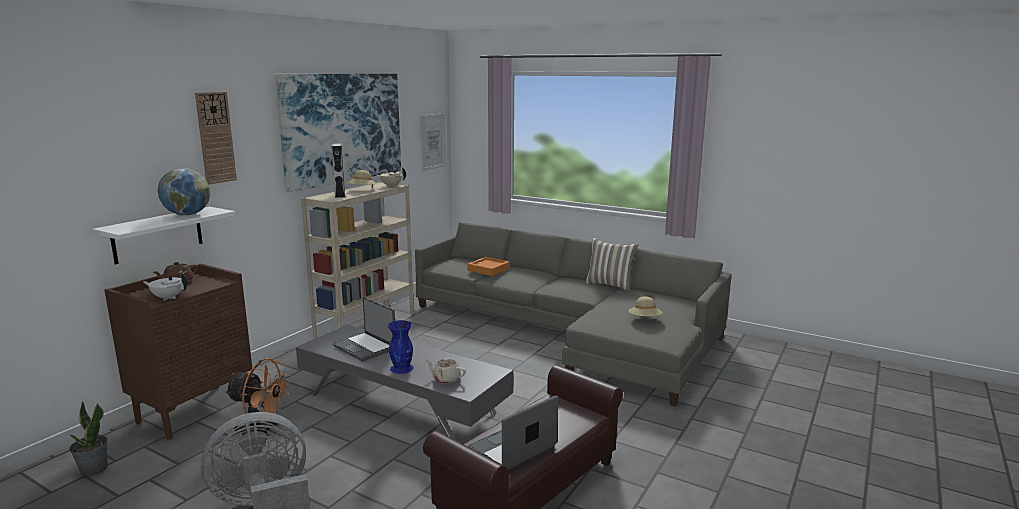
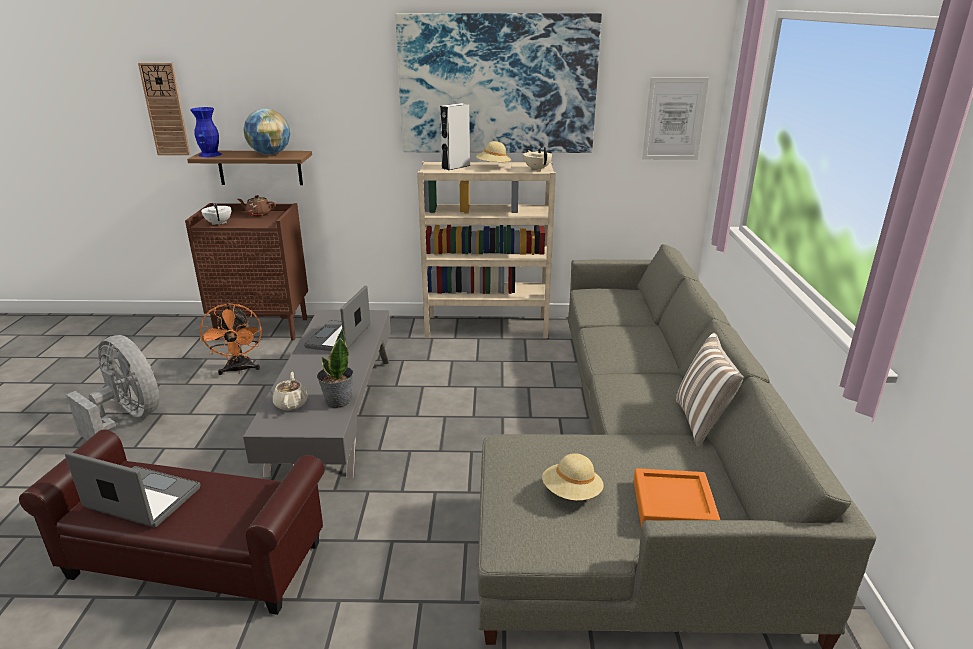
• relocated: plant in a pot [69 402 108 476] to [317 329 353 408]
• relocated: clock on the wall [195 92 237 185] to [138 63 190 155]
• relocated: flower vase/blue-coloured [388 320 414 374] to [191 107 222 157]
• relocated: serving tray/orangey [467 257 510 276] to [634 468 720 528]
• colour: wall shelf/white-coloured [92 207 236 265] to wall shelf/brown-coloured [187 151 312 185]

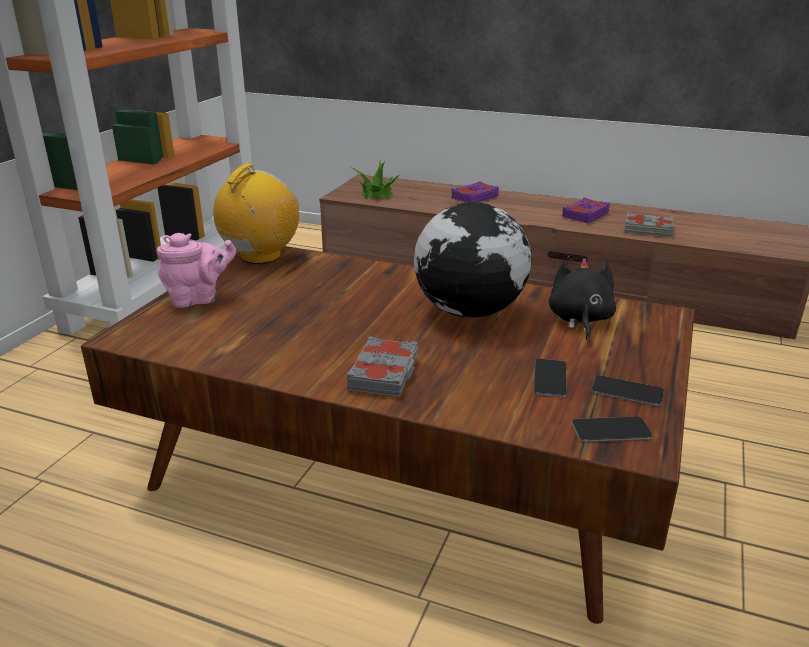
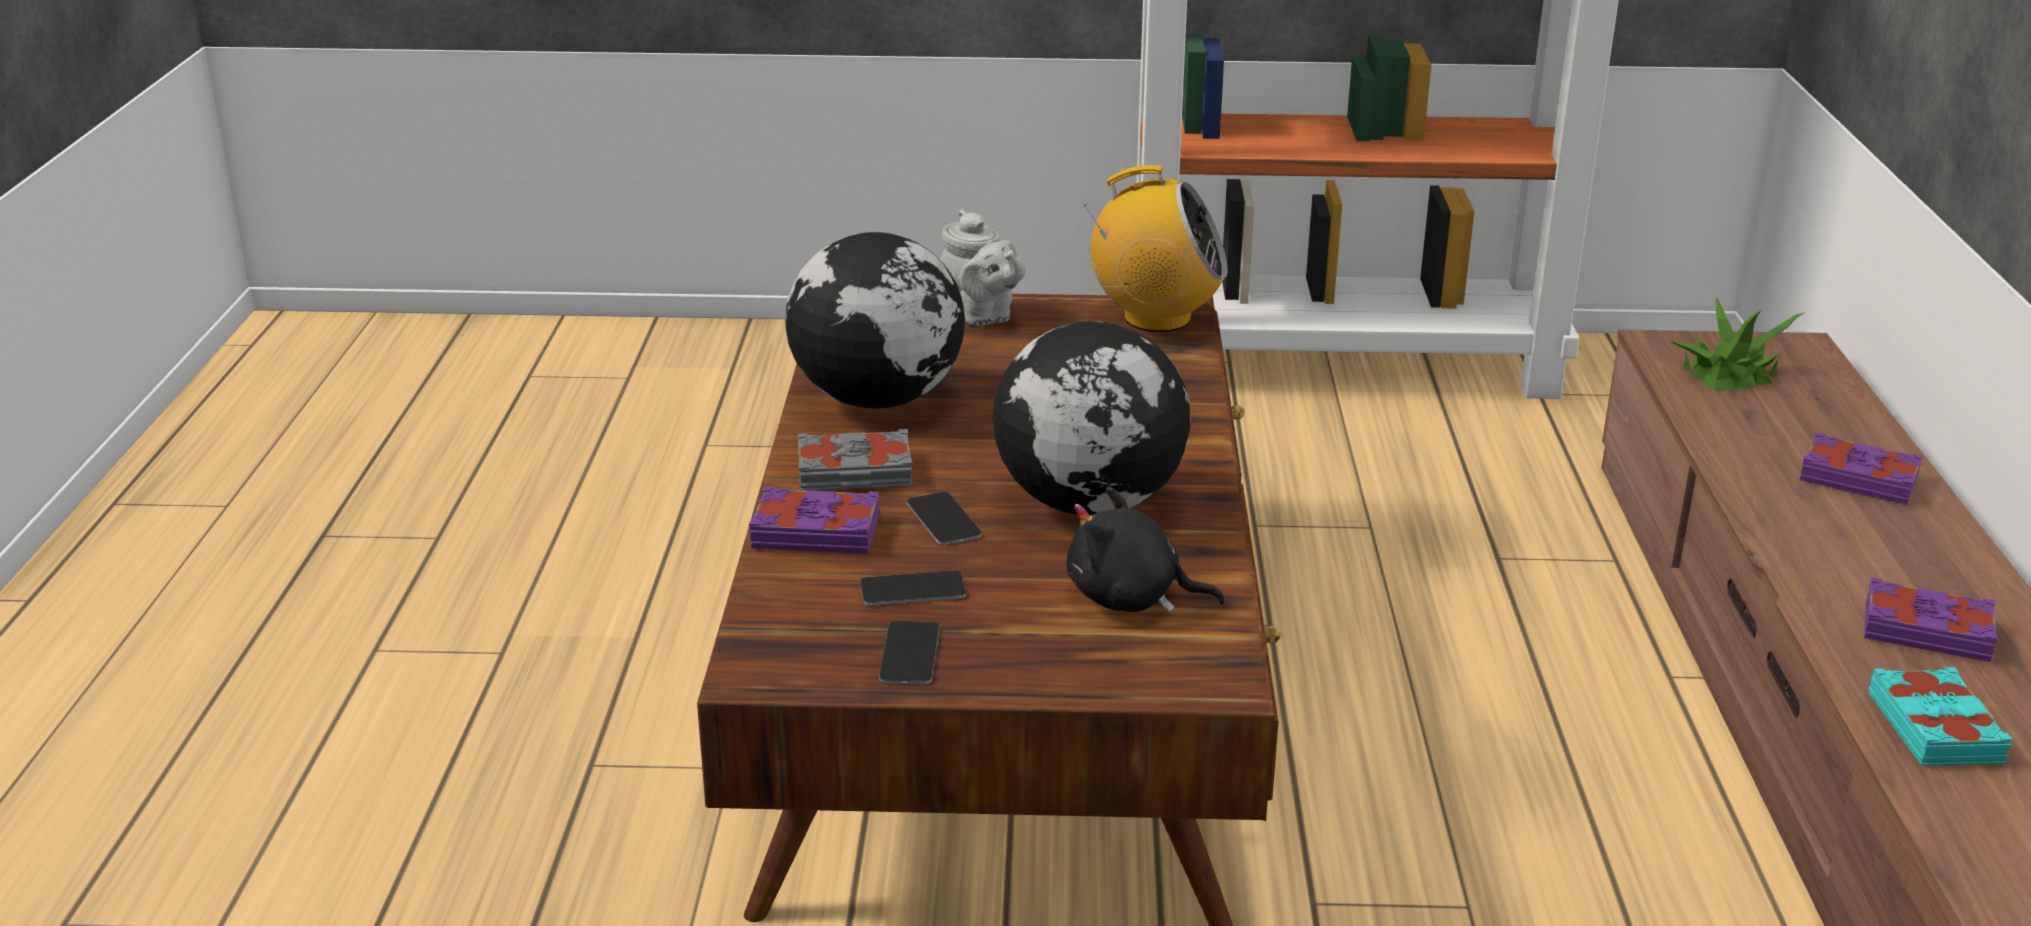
• appeared: book/purplish [749 486 879 554]
• appeared: world globe [785 232 965 409]
• relocated: handset [572 417 652 442] to [907 492 982 545]
• colour: tea pot/pinkish [157 233 236 308] to tea pot/gray [940 210 1026 326]
• colour: book/gray [625 212 674 237] to book/turquoise-coloured [1869 667 2013 765]
• spun: cuddly toy/black [549 258 616 340] = [1066 486 1225 613] 150 degrees counterclockwise

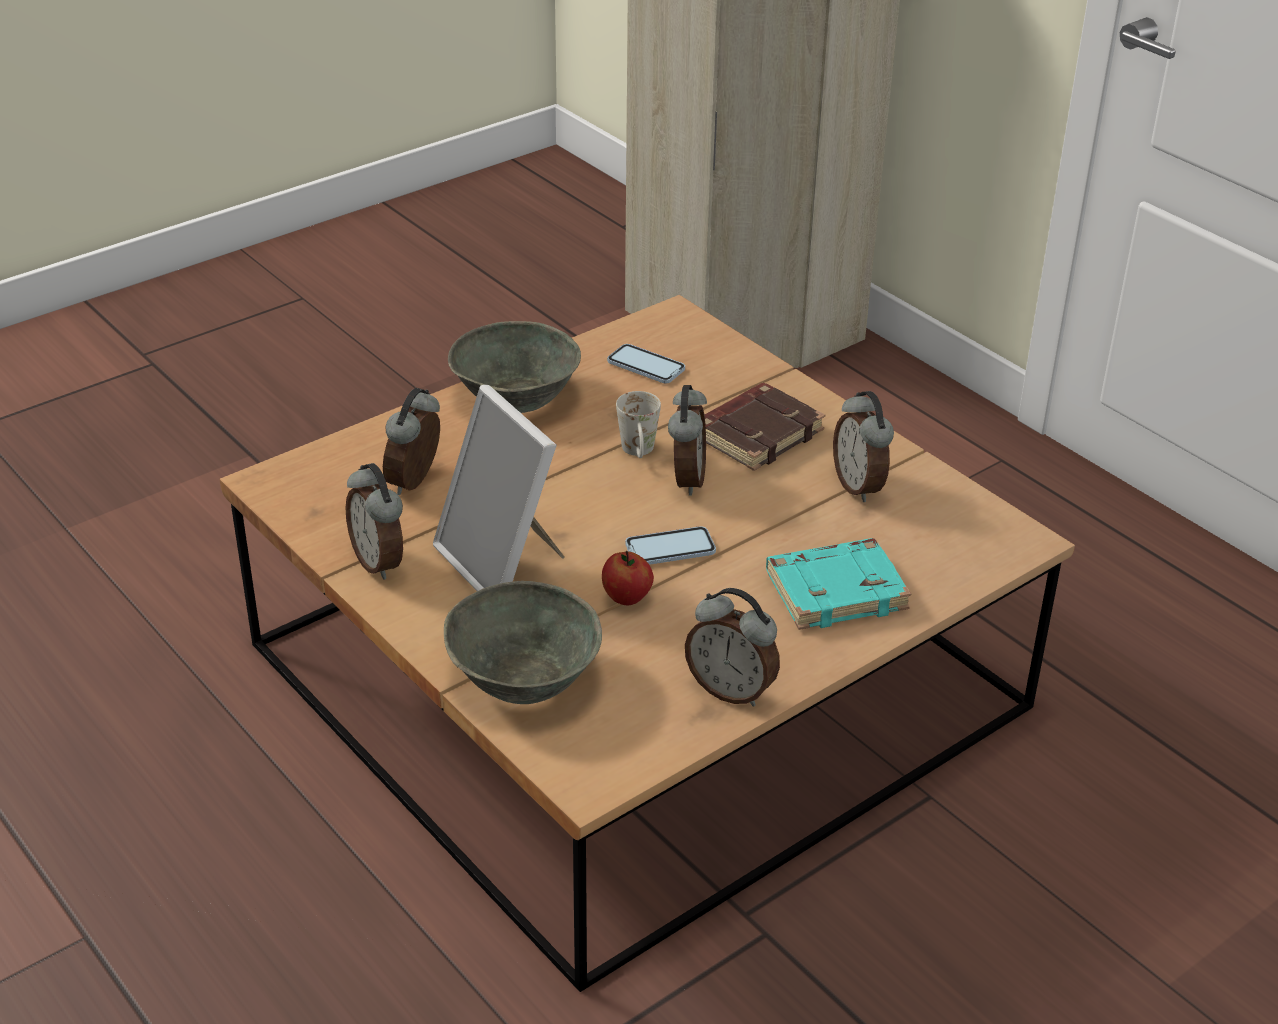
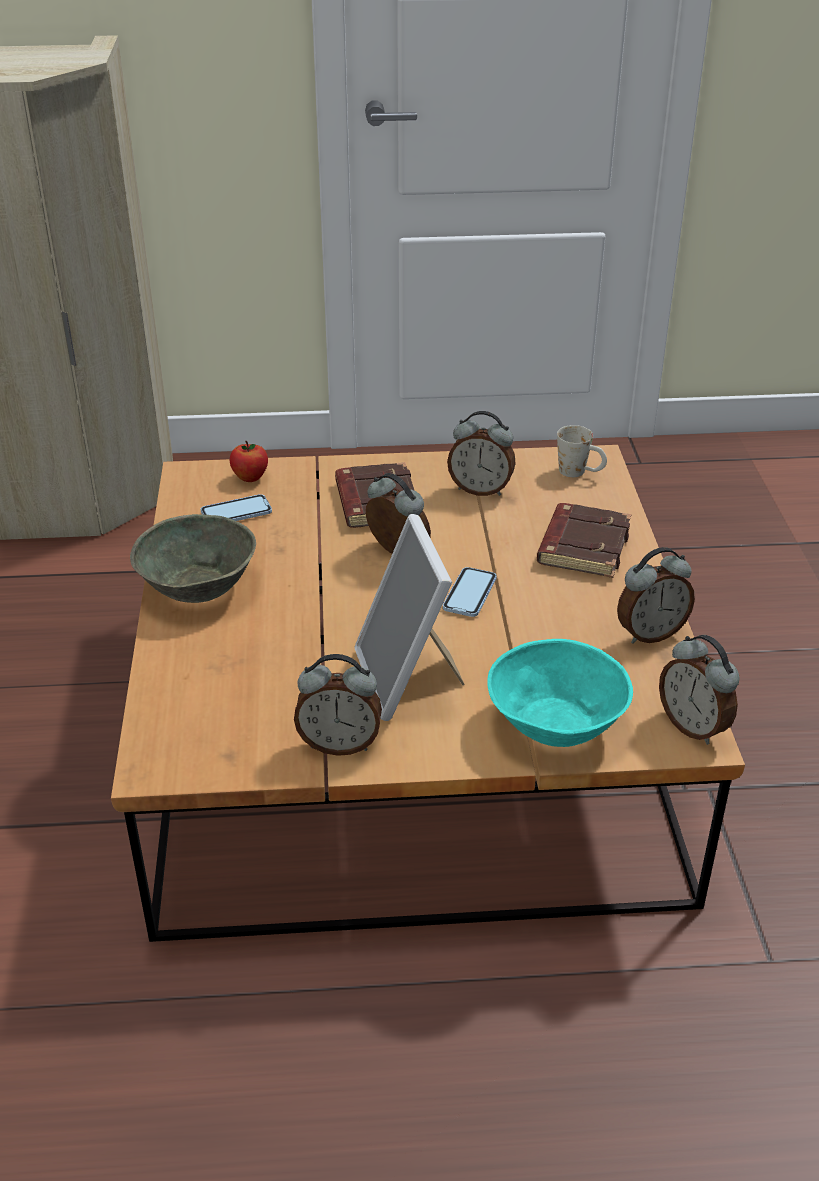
• relocated: table clock [383 388 440 495] to [659 635 740 745]
• relocated: apple fruit [602 551 654 605] to [230 441 268 482]
• relocated: mug/white-coloured [616 391 661 458] to [557 425 607 477]
• colour: bowl/gray [444 581 602 704] to bowl/turquoise-coloured [487 639 633 747]
• colour: book/turquoise-coloured [766 538 911 630] to book/brown-coloured [537 503 631 578]
• spun: picture frame [433 385 565 591] = [354 514 465 721] 75 degrees clockwise

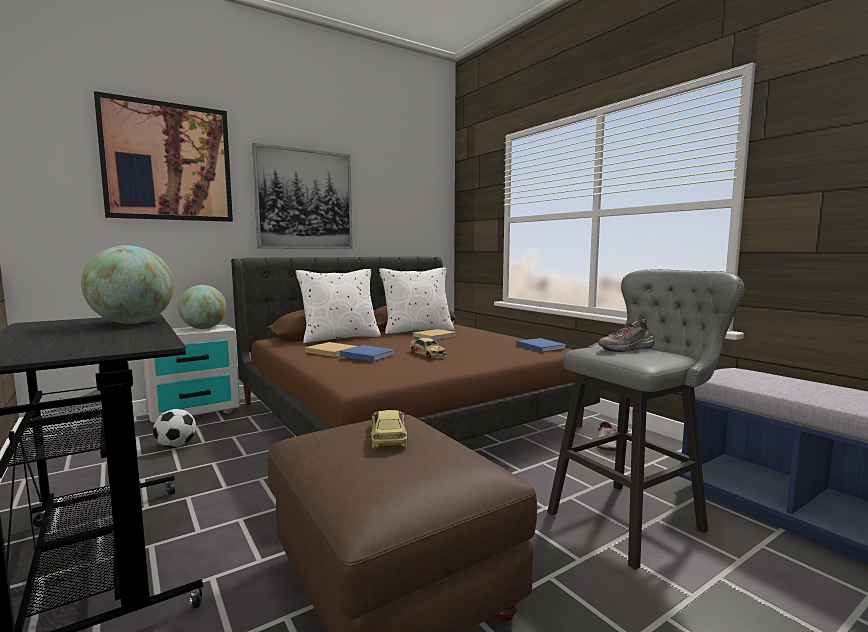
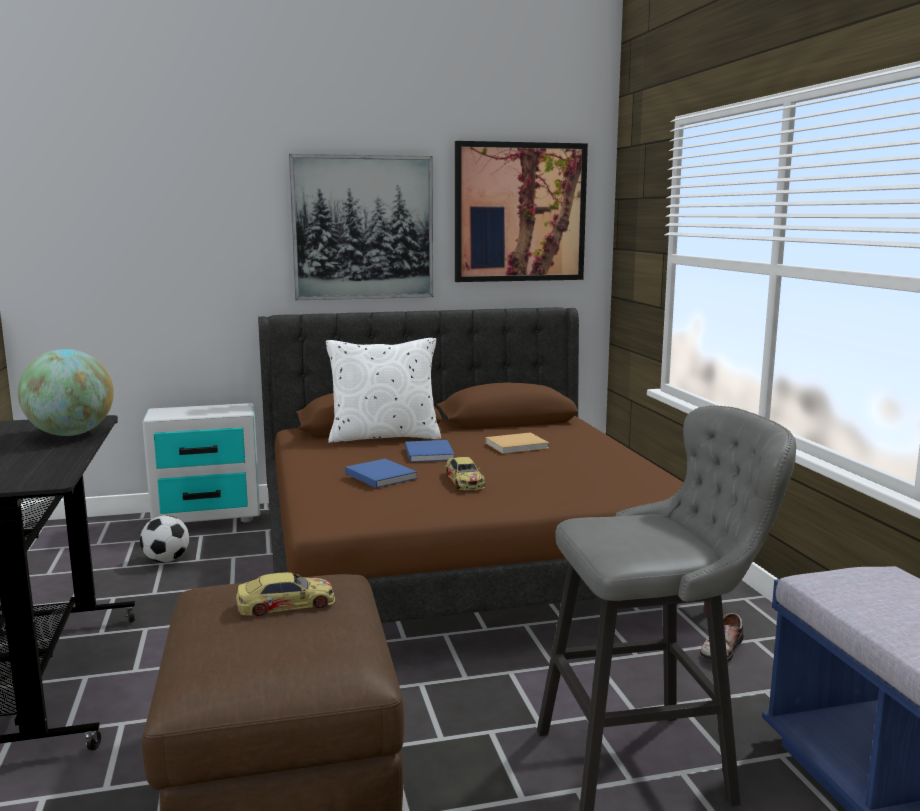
• missing: world globe [178 285 227 329]
• missing: book/sand-coloured [305 342 358 357]
• missing: pillow/white-coloured [379 268 454 334]
• missing: low shoe [598 319 655 352]
• relocated: wall picture [94 91 233 222] to [455 141 588 282]
• relocated: book/blue-coloured [516 338 566 352] to [405 440 455 462]
• spun: model car [371 410 407 449] = [236 572 335 616] 60 degrees clockwise

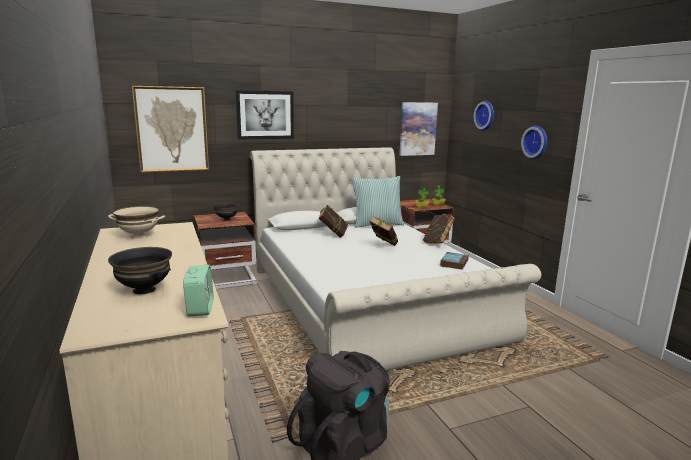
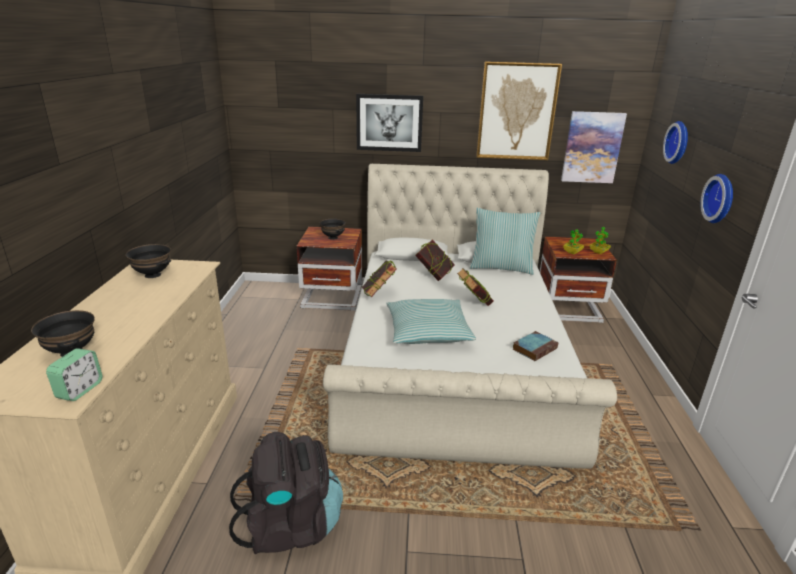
• appeared: pillow [386 299 476 344]
• relocated: wall picture [132 86 209 173] to [476 61 562 160]
• relocated: book [423 213 455 244] to [362 260 397 297]
• colour: bowl/sand-coloured [108 206 165 238] to bowl/black [126 244 171 278]

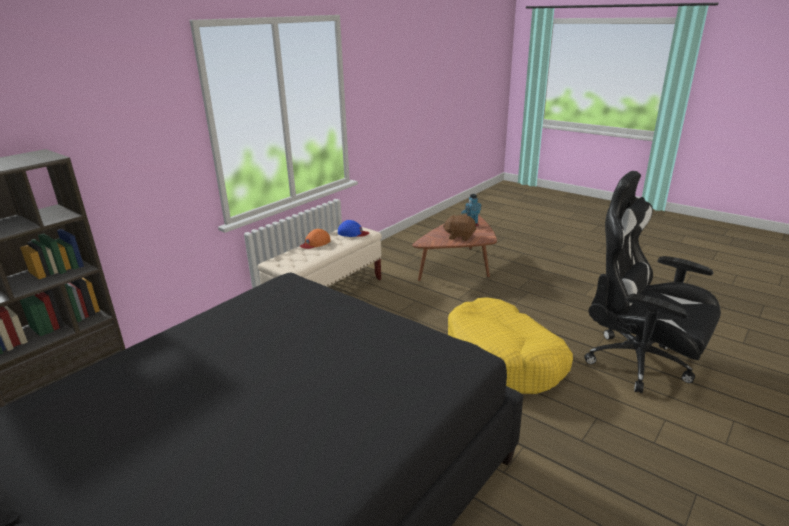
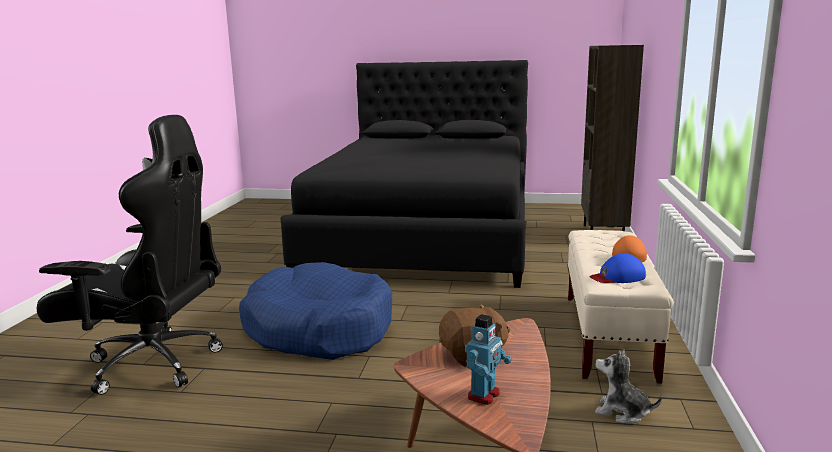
• appeared: cuddly toy [595 349 662 424]
• colour: dog bed/yellowish [448 297 573 394] to dog bed/blue-coloured [239 262 392 360]

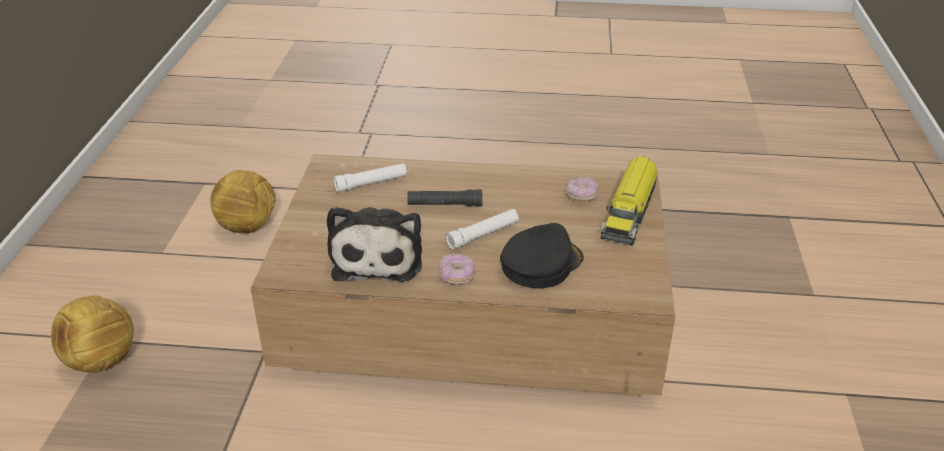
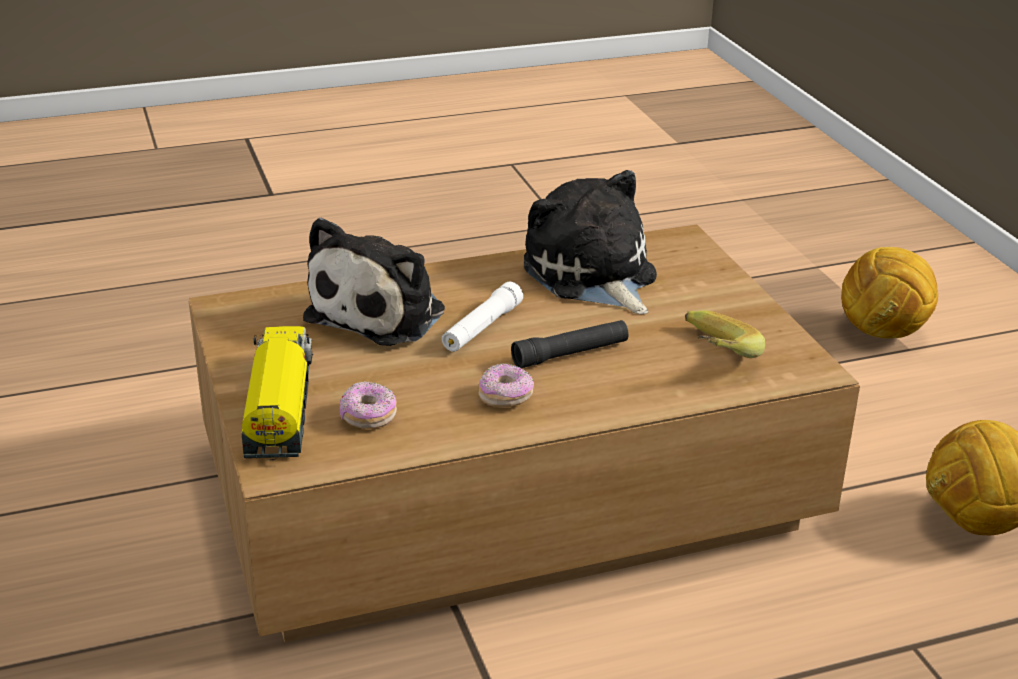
• relocated: donut [439 254 475 285] to [478 363 534 408]
• exchanged: flashlight/white-coloured [334 163 407 192] to whole banana [685 310 765 358]
• exchanged: peaked cap/black [500 223 584 288] to cuddly toy [303 217 445 346]

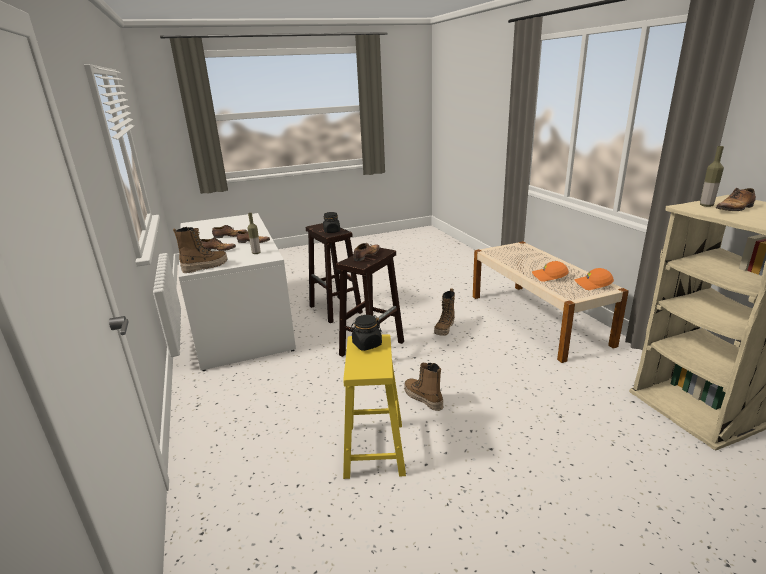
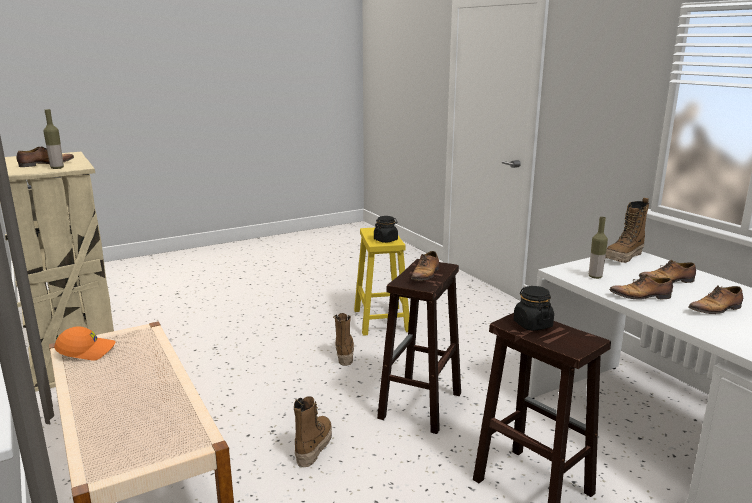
• missing: peaked cap/orangey [532 261 569 282]
• spun: high-top boot [404 363 443 411] = [333 313 354 366] 135 degrees counterclockwise

